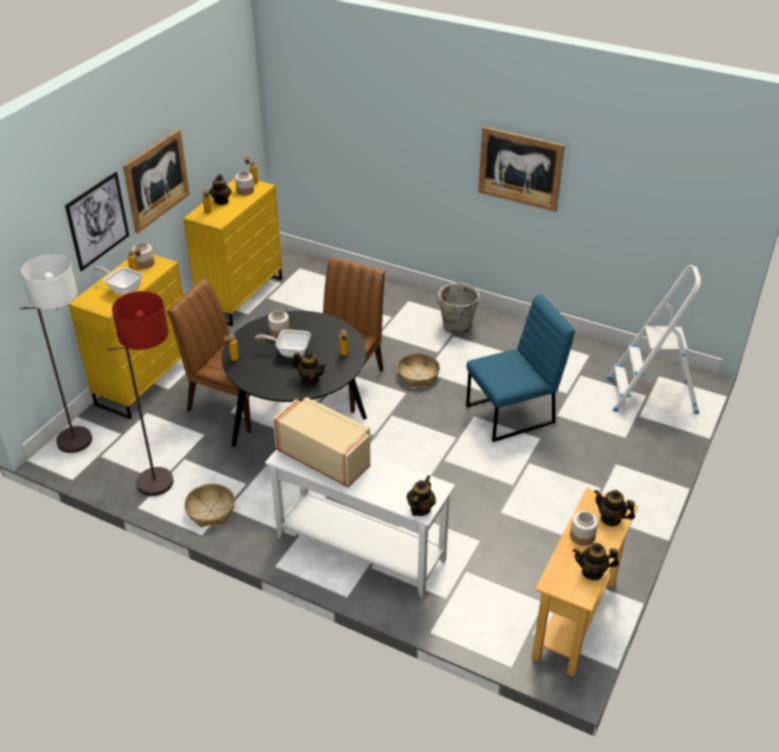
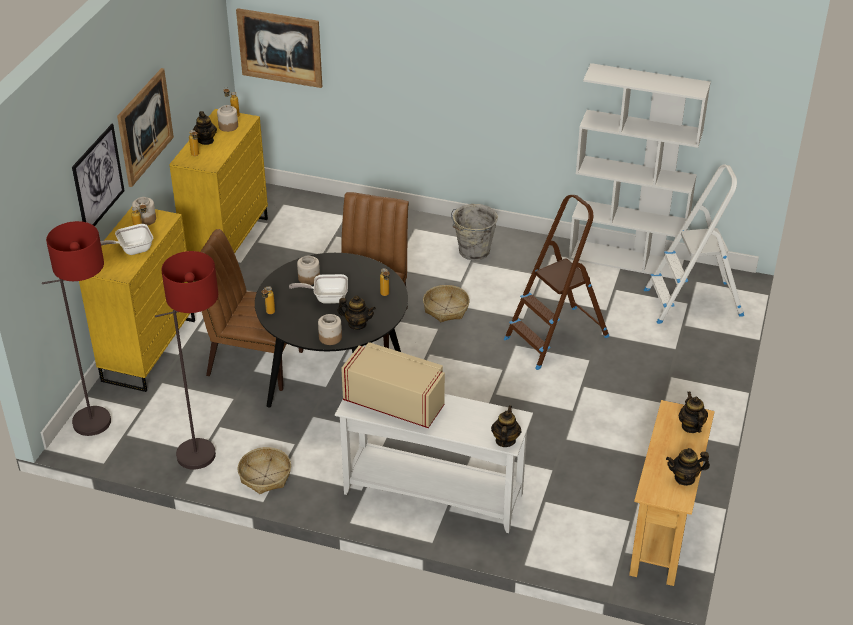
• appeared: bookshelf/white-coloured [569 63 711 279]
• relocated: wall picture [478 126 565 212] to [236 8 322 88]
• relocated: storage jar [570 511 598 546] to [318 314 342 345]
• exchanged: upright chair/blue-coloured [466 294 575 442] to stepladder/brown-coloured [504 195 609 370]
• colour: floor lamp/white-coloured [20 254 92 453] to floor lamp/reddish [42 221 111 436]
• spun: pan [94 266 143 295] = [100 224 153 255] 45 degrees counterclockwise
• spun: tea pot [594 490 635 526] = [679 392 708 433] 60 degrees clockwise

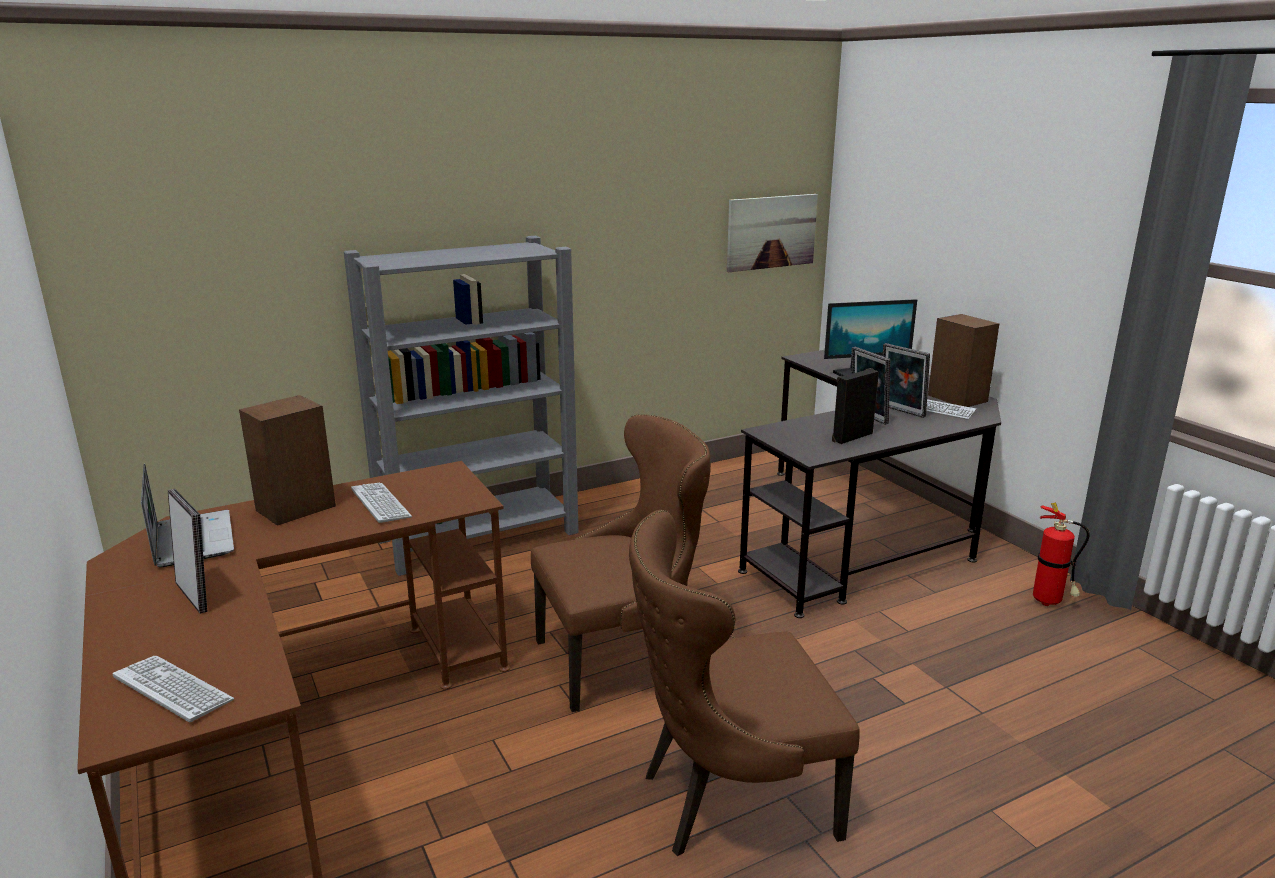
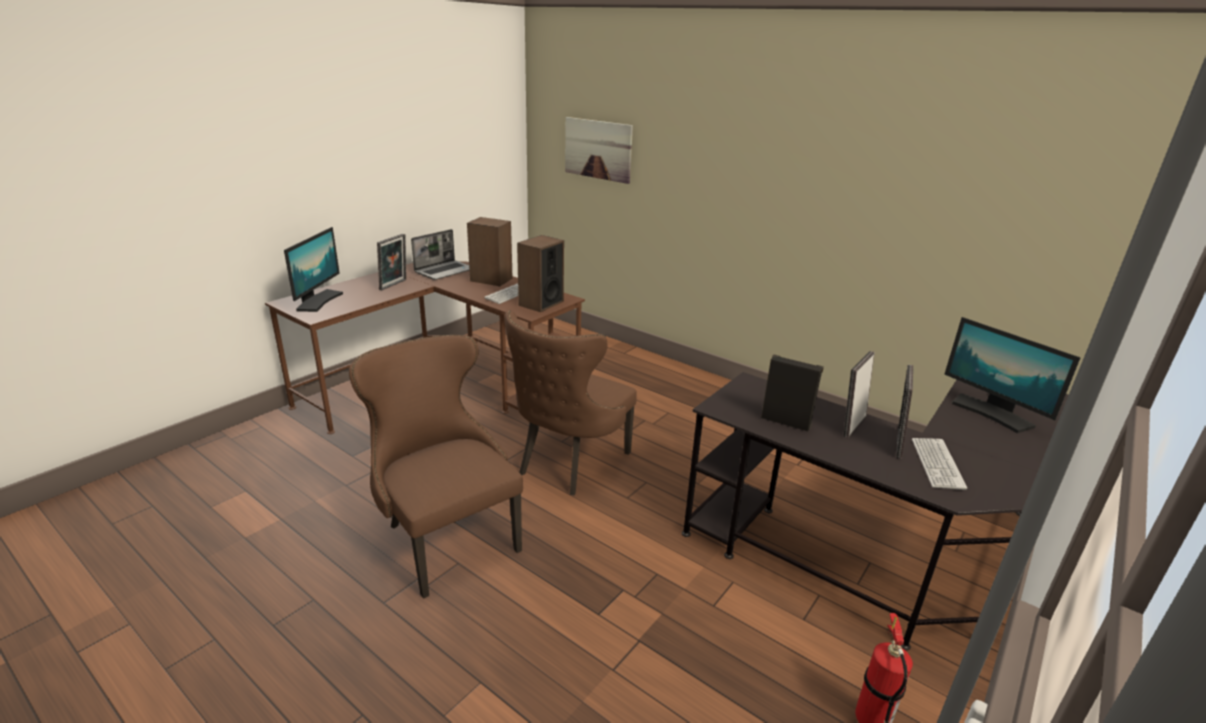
• missing: bookshelf/gray [344 236 579 576]
• relocated: wall picture [727 194 818 272] to [565 117 633 184]
• relocated: audio speaker [928 314 1000 407] to [517 235 564 312]
• exchanged: computer keyboard [113 656 234 722] to monitor [284 227 343 312]
• spun: upright chair/brown-coloured [531 414 711 712] = [505 310 637 495] 75 degrees clockwise

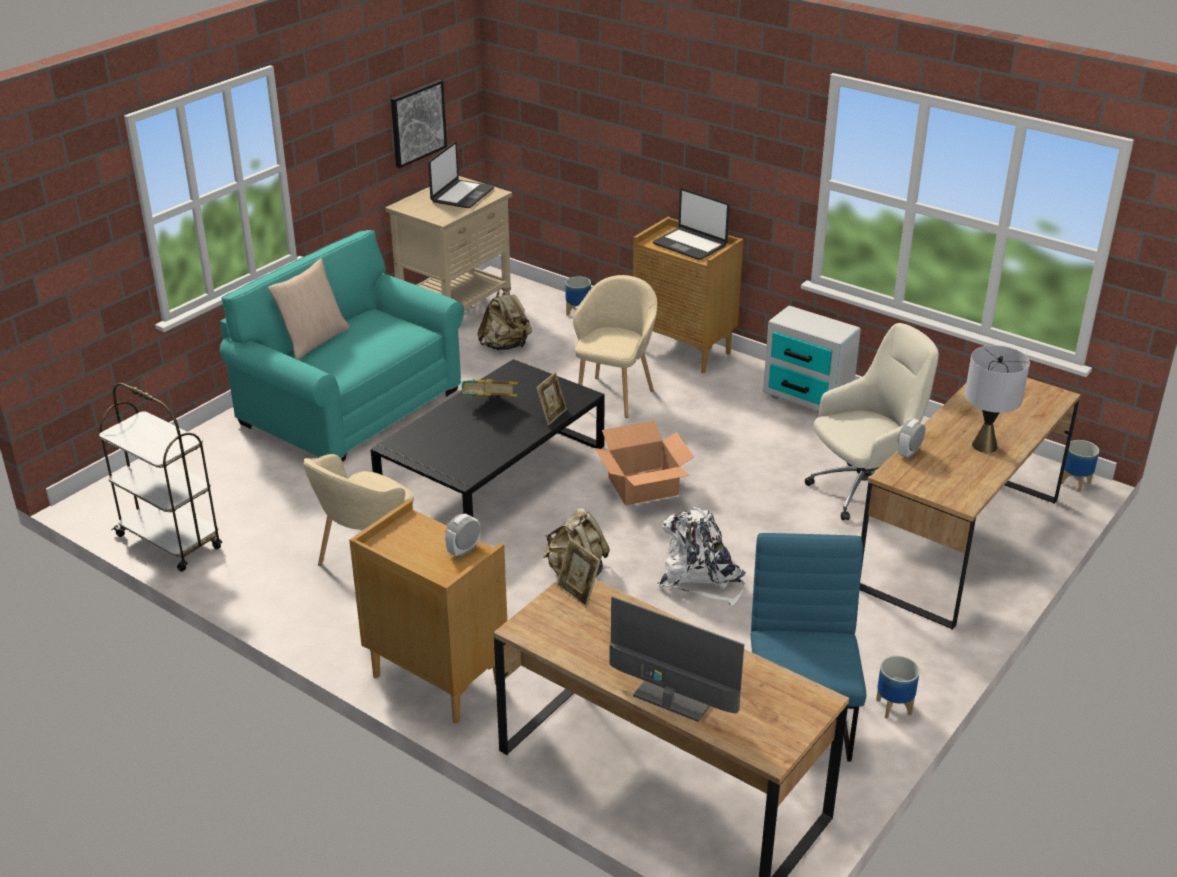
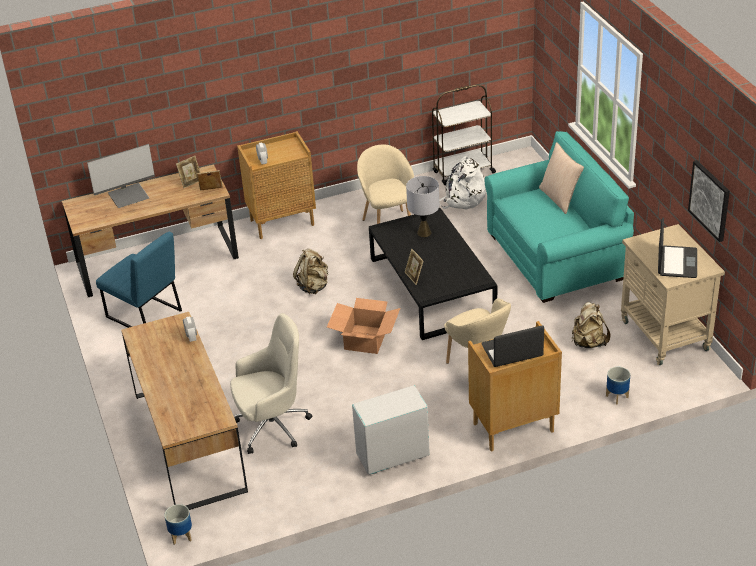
• missing: book [461 379 518 397]
• missing: flower pot [876 656 920 719]
• appeared: picture frame [176 156 200 188]
• relocated: knapsack/white-coloured [657 507 746 606] to [439 156 486 210]
• relocated: tabletop lamp/gray [965 345 1030 453] to [406 176 439 237]
• spun: portable computer [428 142 494 208] = [658 218 697 278] 135 degrees counterclockwise
• spun: computer chair/sand-coloured [805 323 939 520] = [230 313 312 454] 120 degrees counterclockwise

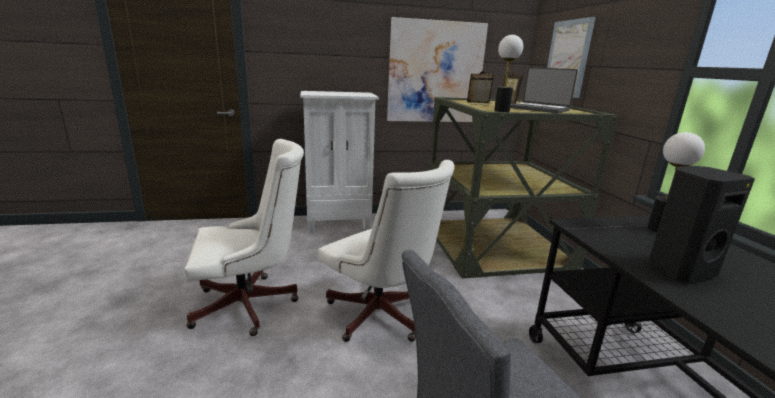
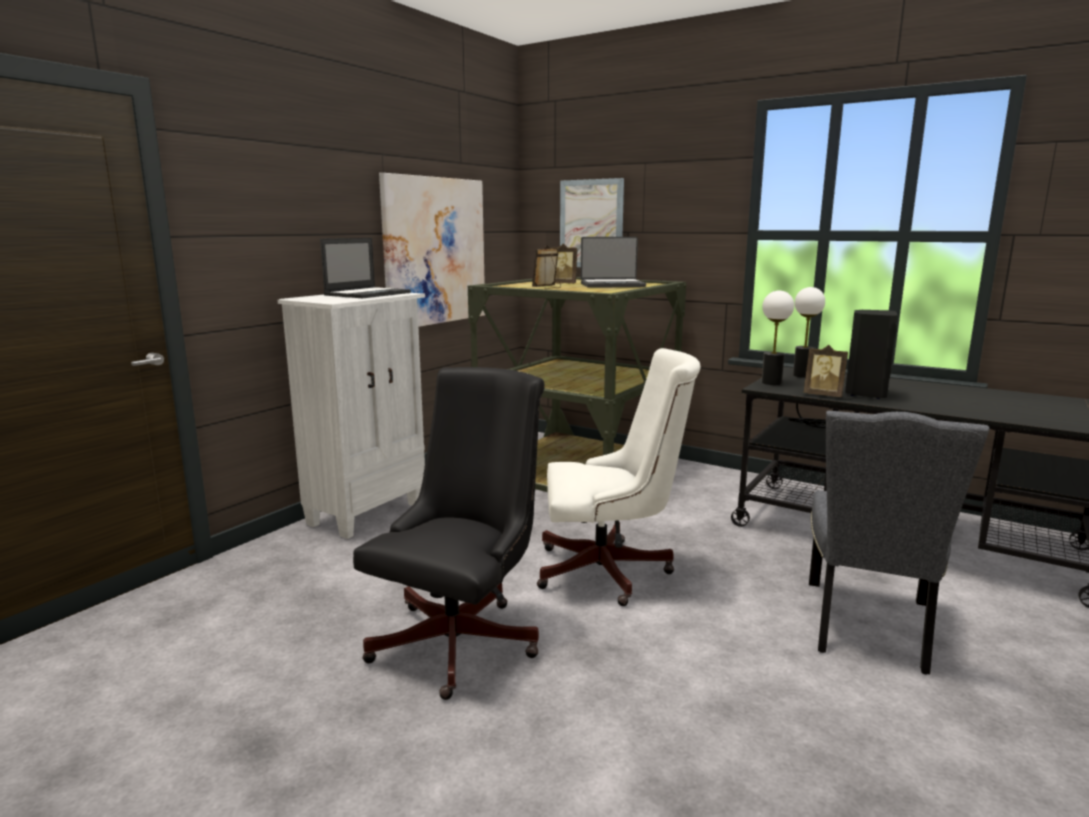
• appeared: portable computer [320 238 411 298]
• appeared: picture frame [804 345 848 397]
• relocated: tabletop lamp [494 35 523 112] to [762 290 794 385]
• colour: computer chair/white-coloured [185 139 304 336] to computer chair/black [353 367 545 700]

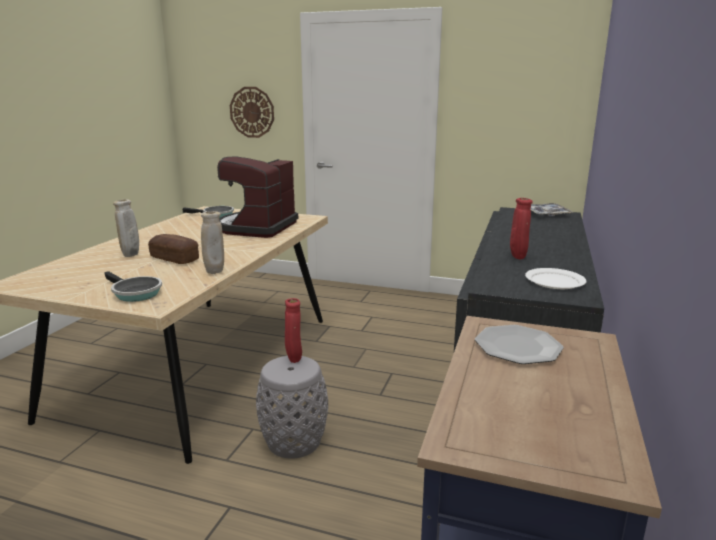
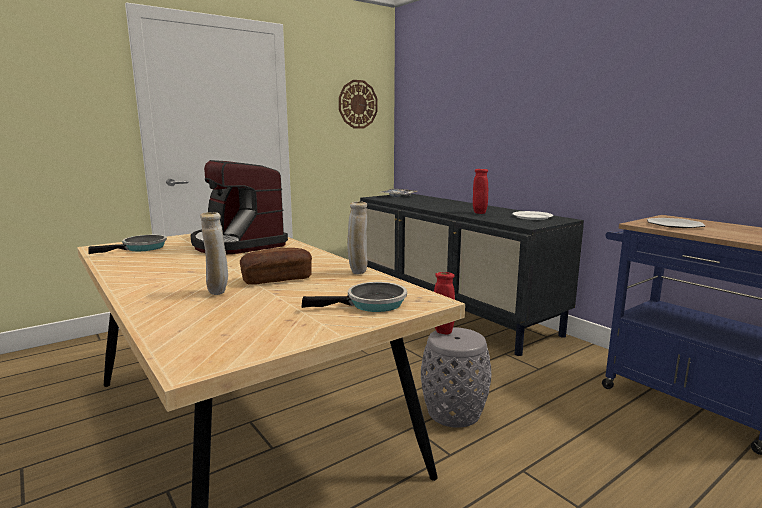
• relocated: clock on the wall [230 87 274 138] to [339 80 378 129]

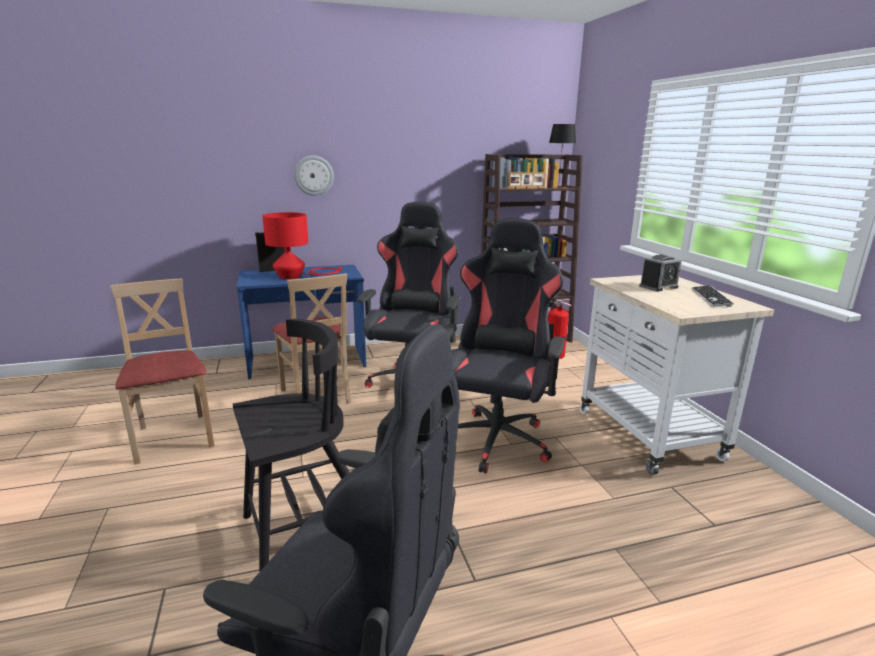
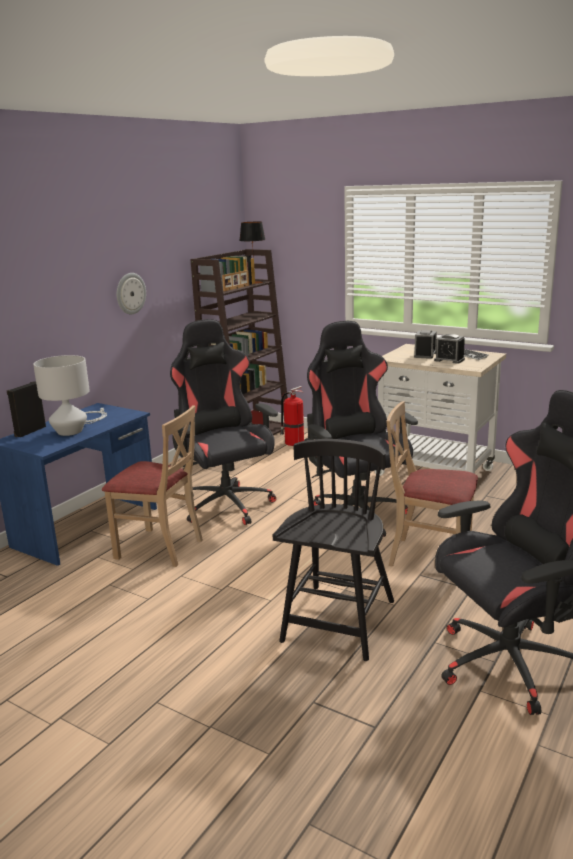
• appeared: table clock [434 334 465 364]
• relocated: upright chair/sand-coloured [110 278 214 464] to [386 401 478 567]
• relocated: clock on the wall [294 155 334 196] to [117 273 146 314]
• colour: tabletop lamp/reddish [263 212 342 279] to tabletop lamp/gray [33 355 107 436]

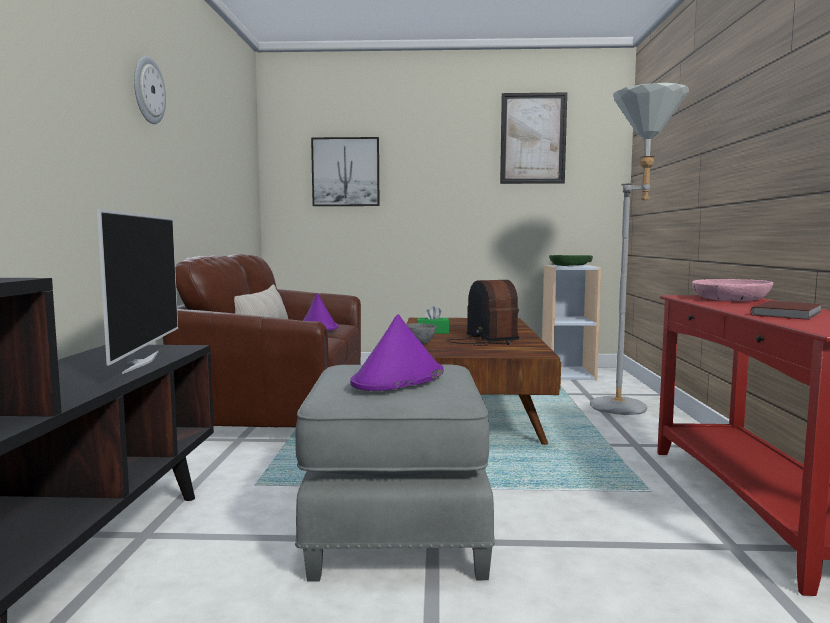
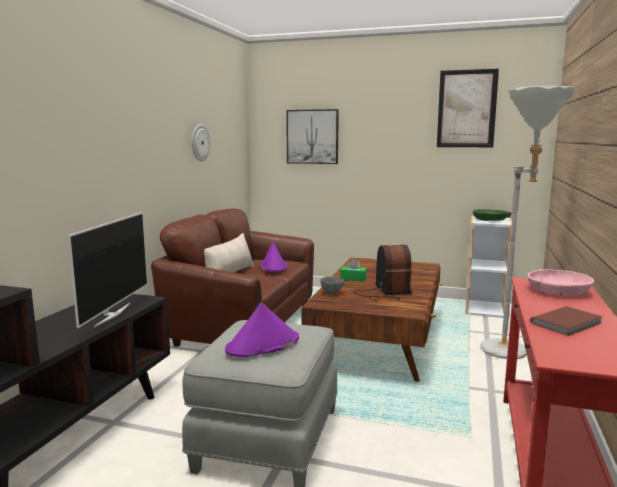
• relocated: clock on the wall [134 56 166 124] to [192 124 210 162]

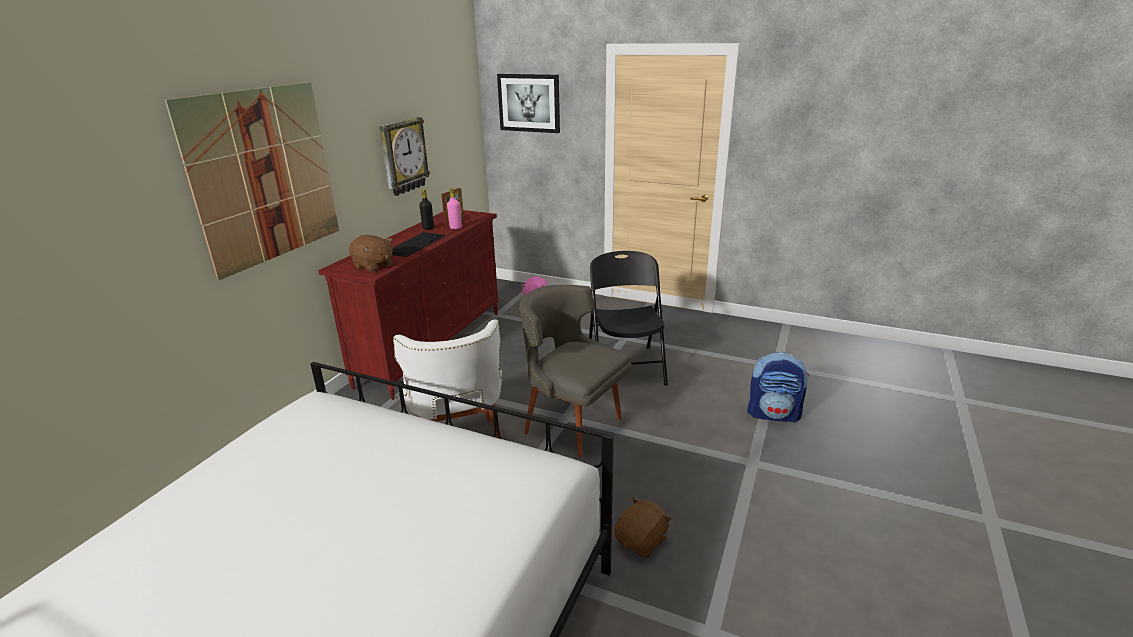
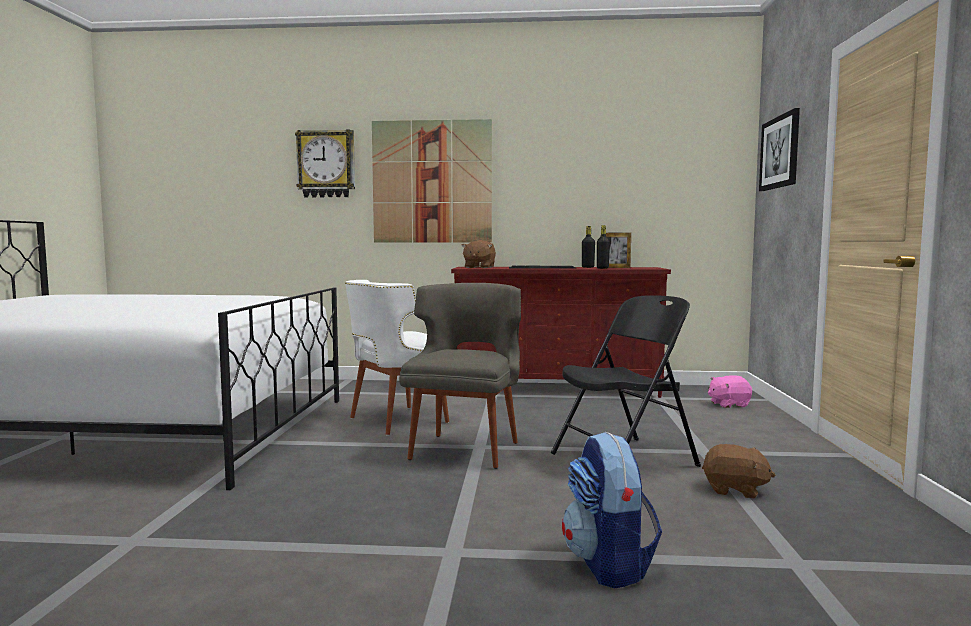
• relocated: clock on the wall [379 117 430 196] to [295 129 355 198]
• relocated: cuddly toy/brown-coloured [614 497 672 558] to [702 444 775 499]
• colour: beverage bottle/pinkish [447 188 462 229] to beverage bottle/black [597 225 610 269]

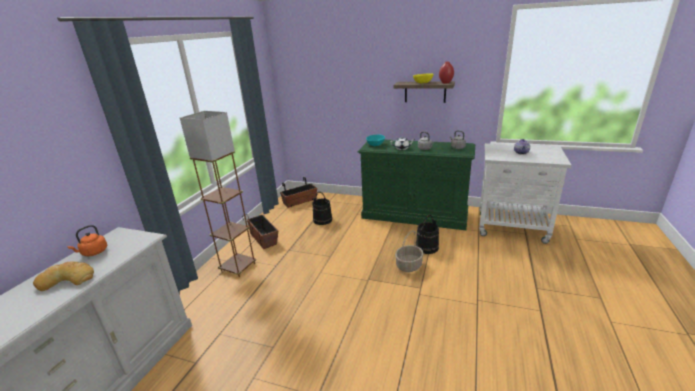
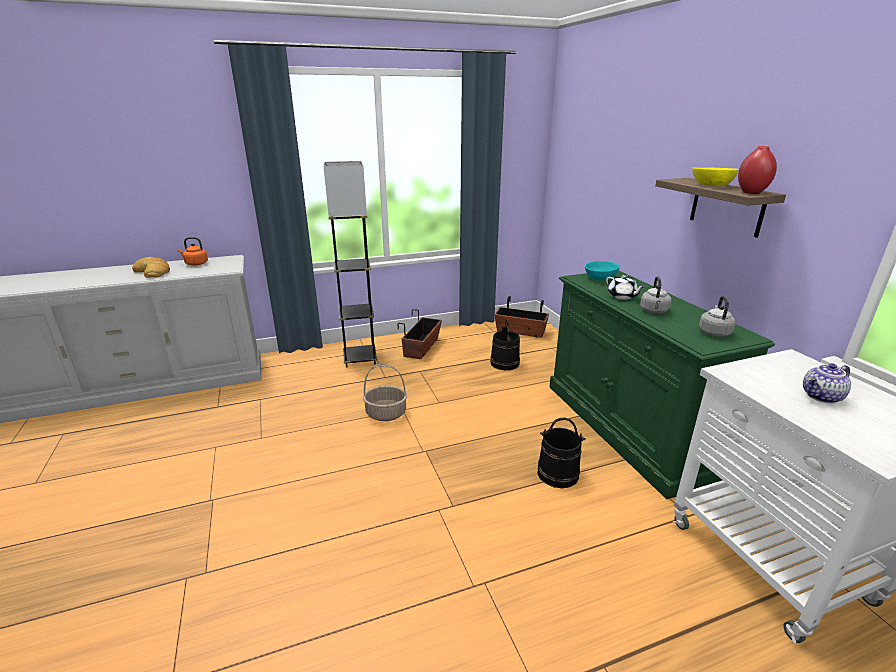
• relocated: storage basket [395 231 424 272] to [363 364 407 421]
• colour: floor lamp/brown-coloured [180 111 256 277] to floor lamp/gray [324 161 377 367]

